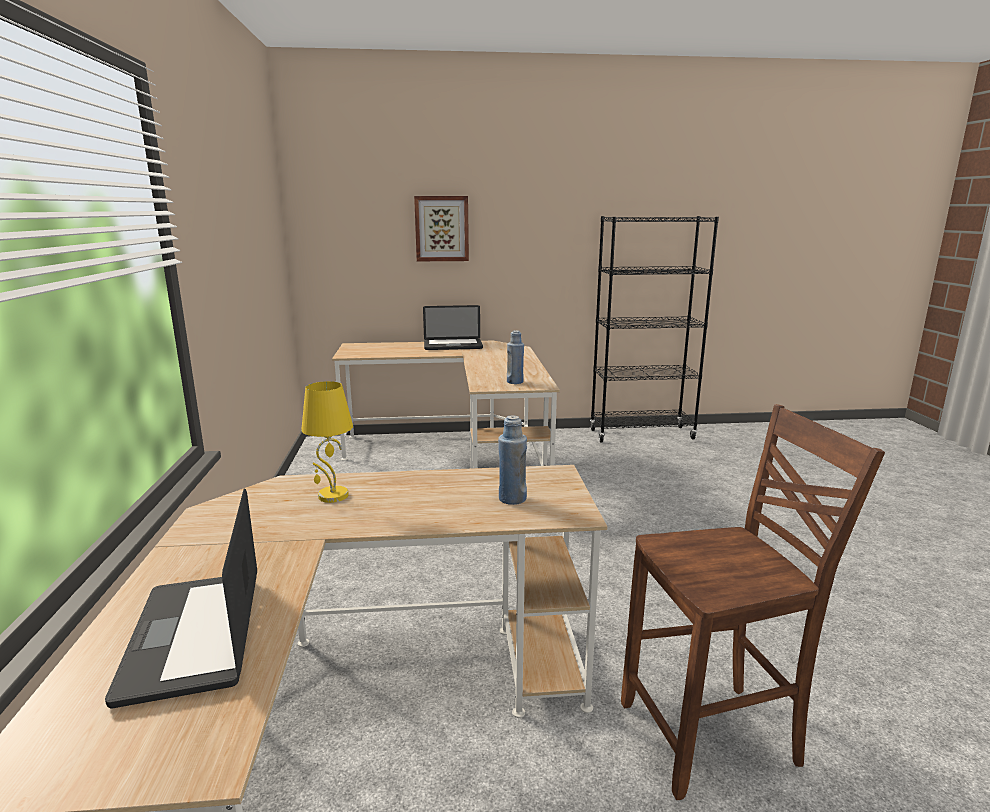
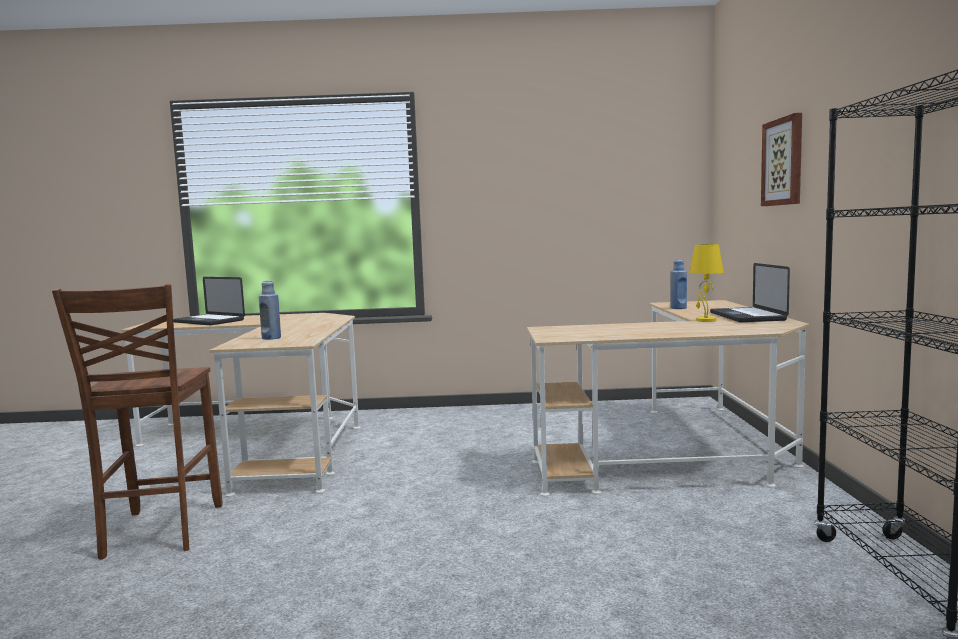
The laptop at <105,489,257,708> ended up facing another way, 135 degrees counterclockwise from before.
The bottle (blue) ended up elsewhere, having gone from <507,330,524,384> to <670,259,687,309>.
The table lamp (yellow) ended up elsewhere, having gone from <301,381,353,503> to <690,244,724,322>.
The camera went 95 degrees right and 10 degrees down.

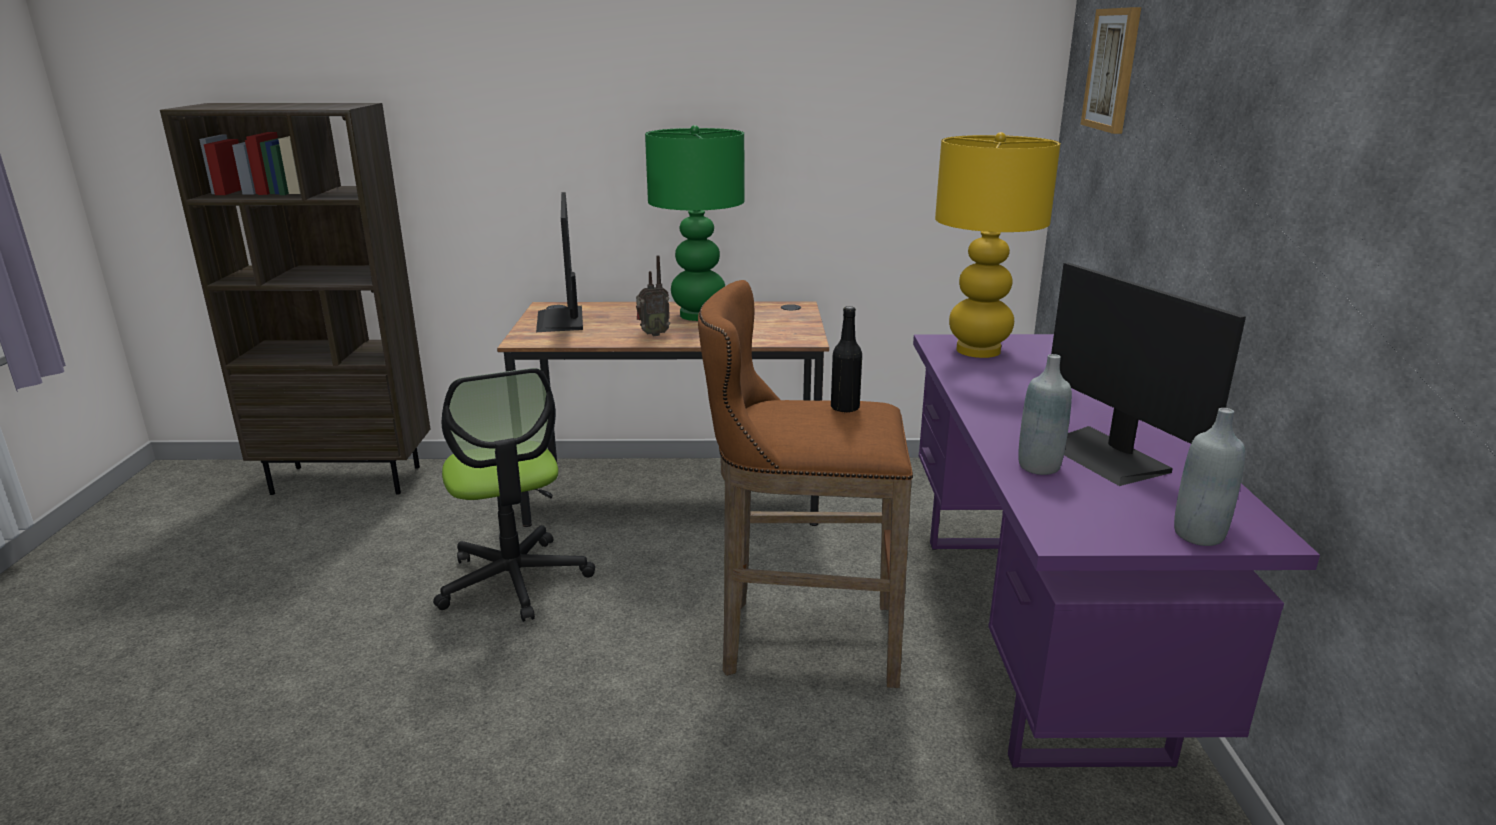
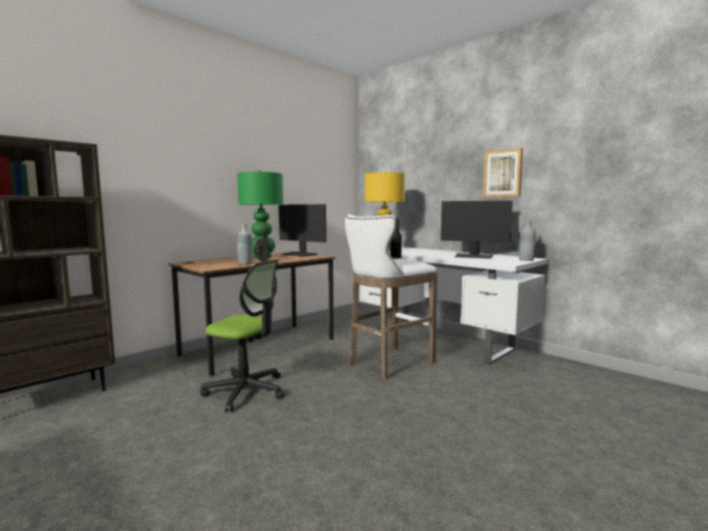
The bottle (grey) ended up elsewhere, having gone from <1018,354,1072,475> to <237,224,253,265>.
The monitor ended up elsewhere, having gone from <536,192,583,332> to <279,204,326,257>.
What was the stool (brown) at <698,280,913,688> turned into the stool (white) at <345,214,437,380>.
What was the desk (purple) at <913,334,1320,769> turned into the desk (white) at <359,247,548,365>.
The picture ended up elsewhere, having gone from <1081,7,1141,134> to <483,148,523,197>.
The camera went 45 degrees left and 15 degrees down.

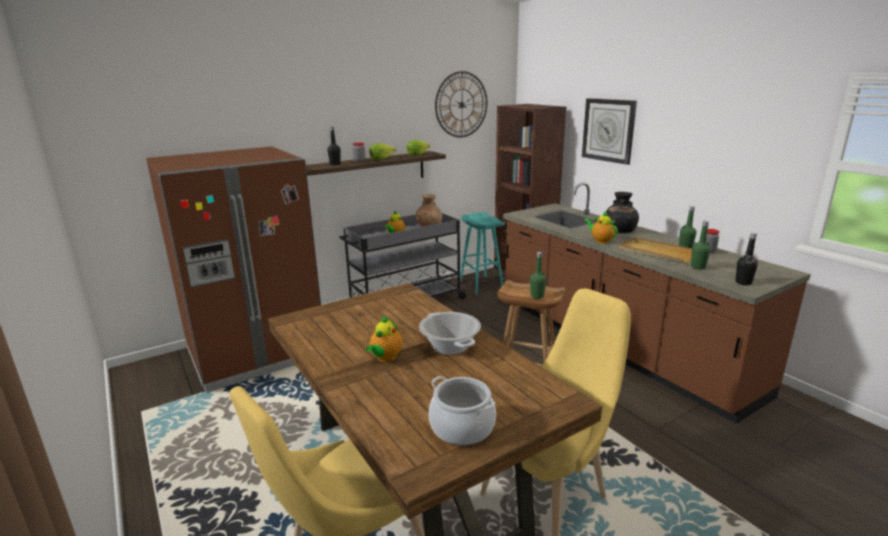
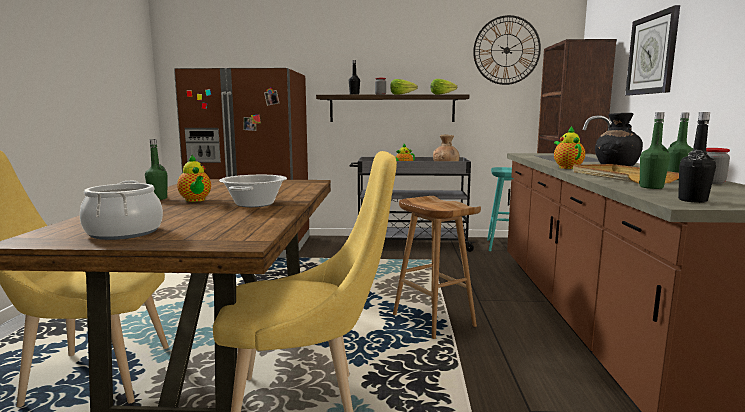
The bottle (green) ended up elsewhere, having gone from <530,252,546,299> to <145,139,167,200>.
The teapot at <366,315,402,362> ended up facing another way, 90 degrees counterclockwise from before.
The camera went 35 degrees right and 10 degrees down.

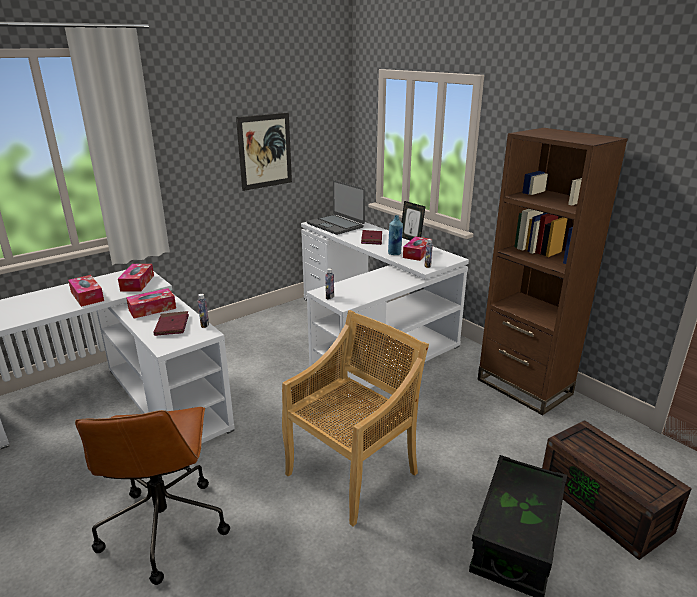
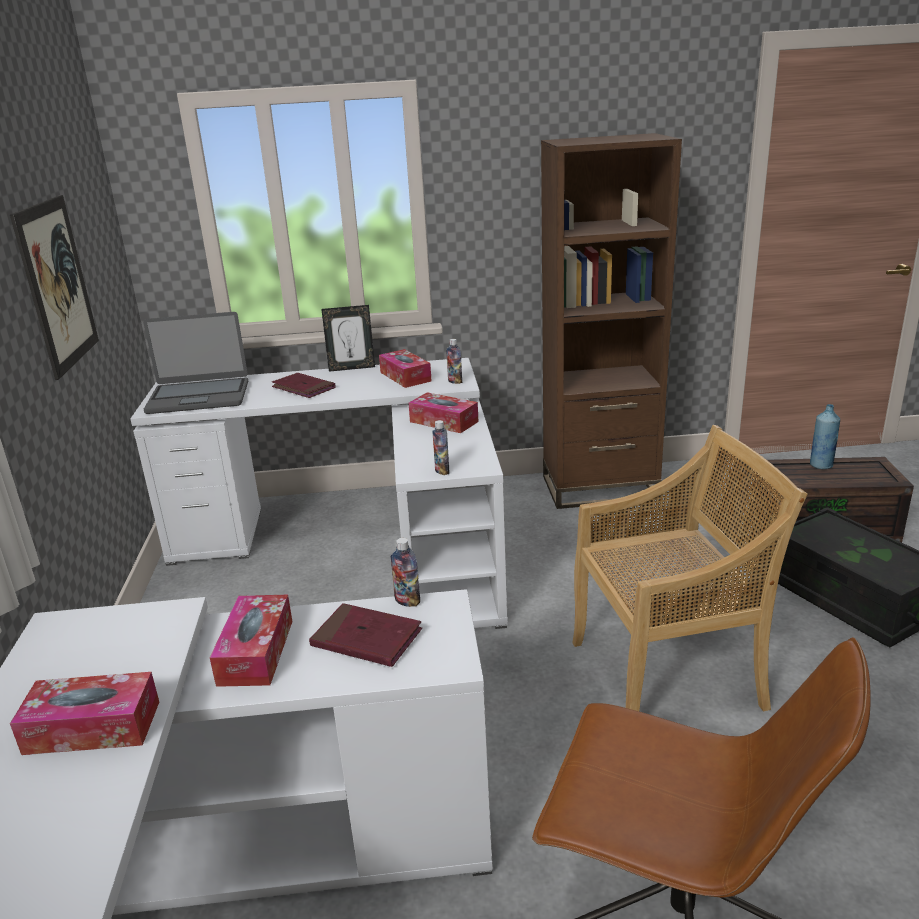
The tissue box ended up elsewhere, having gone from <118,264,154,291> to <408,392,479,433>.
The chair (beige) at <282,310,429,527> ended up facing another way, 90 degrees clockwise from before.
The bottle (blue) ended up elsewhere, having gone from <388,215,403,255> to <810,404,840,469>.
The camera went 55 degrees left and 0 degrees up.

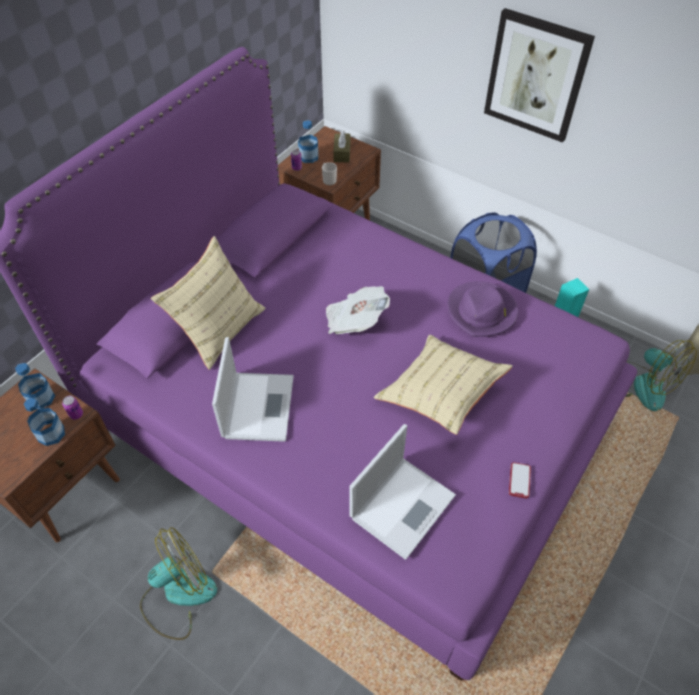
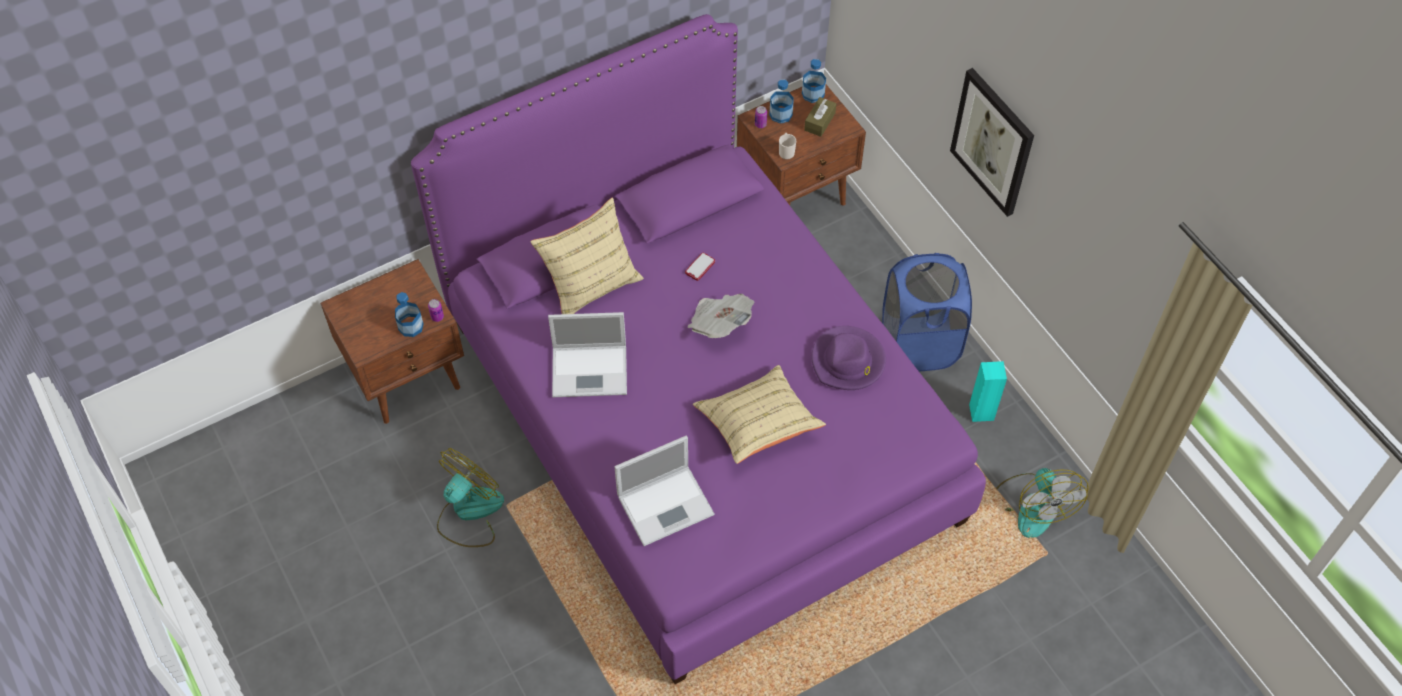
The fan at <140,527,217,640> ended up facing another way, 45 degrees counterclockwise from before.
The laptop at <212,337,294,442> ended up facing another way, 60 degrees clockwise from before.
The phone ended up elsewhere, having gone from <509,462,531,499> to <685,253,715,281>.
The bottle ended up elsewhere, having gone from <15,363,55,409> to <802,59,826,103>.
The camera went 25 degrees right and 5 degrees up.

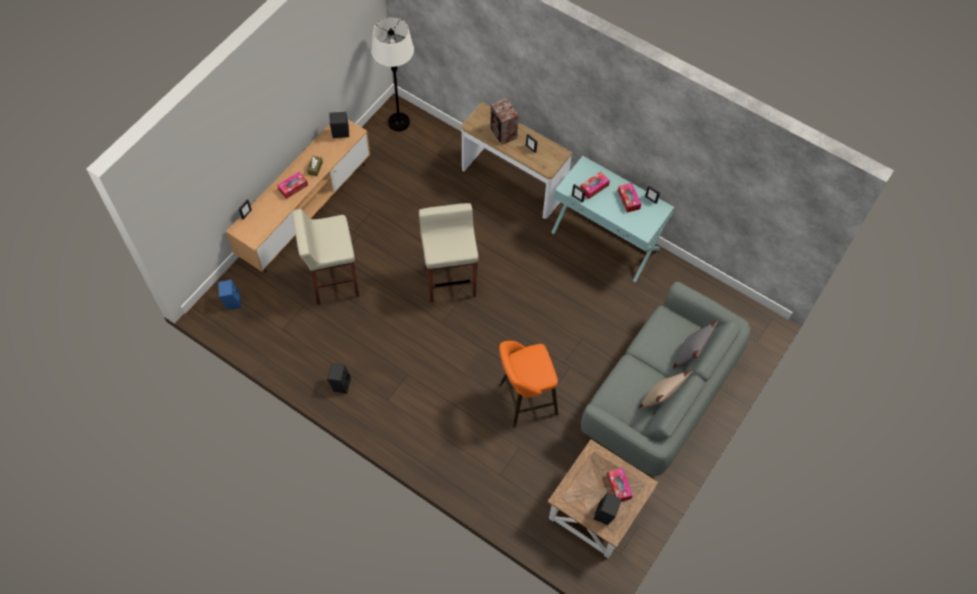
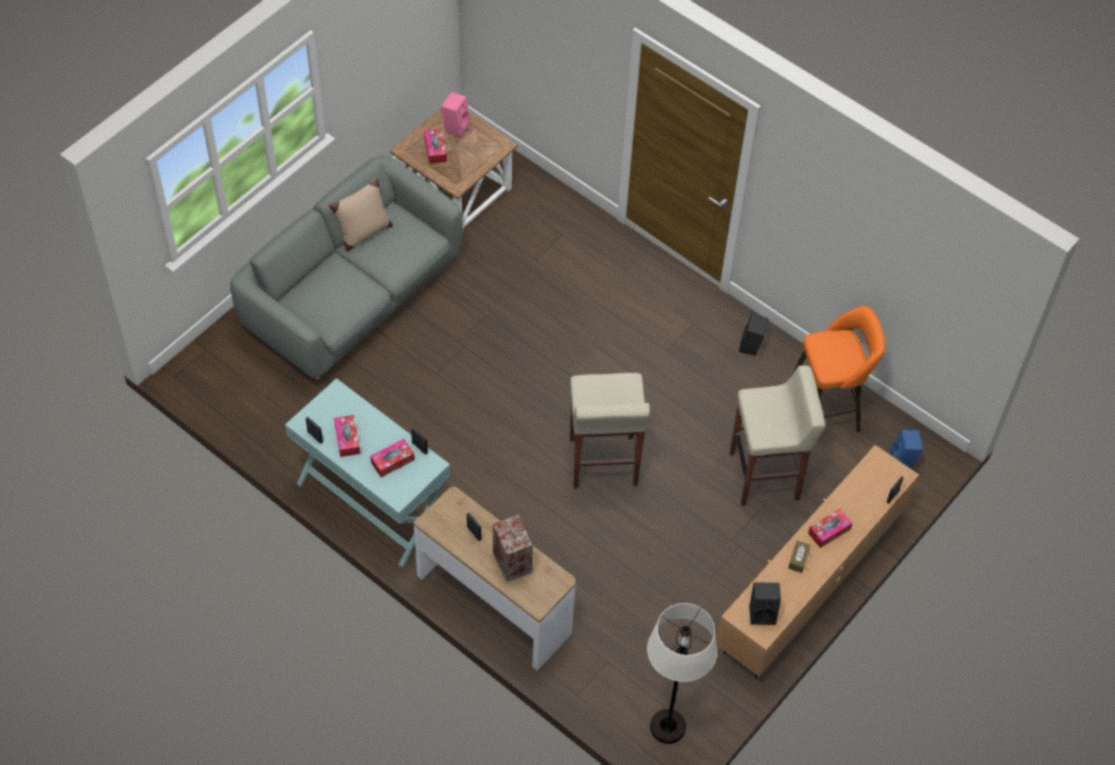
What was the speaker (black) at <594,493,622,525> turned into the speaker (pink) at <441,92,471,138>.
The stool (orange) ended up elsewhere, having gone from <499,341,559,428> to <790,306,885,432>.
The second view lost the pillow (grey) at <673,320,718,369>.
The camera went 175 degrees left and 5 degrees down.

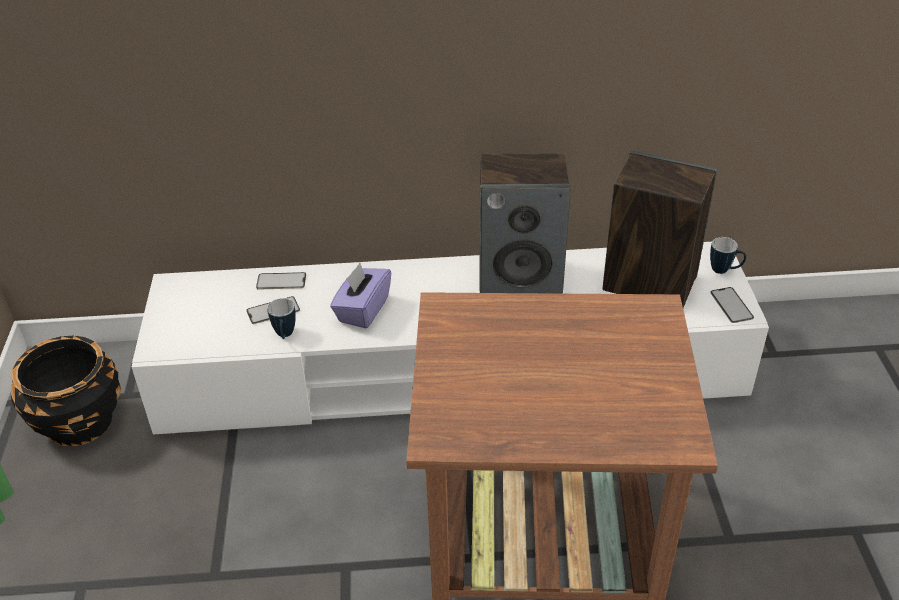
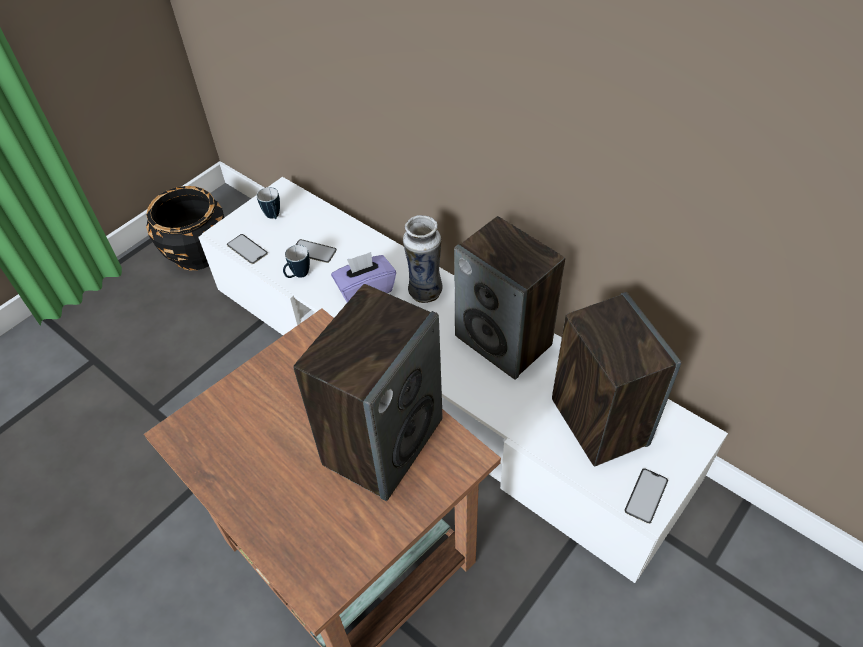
The phone ended up elsewhere, having gone from <256,272,306,290> to <227,234,268,264>.
The mug ended up elsewhere, having gone from <710,237,746,274> to <257,187,280,219>.
The second view gained the speaker at <293,284,442,501>.
The second view gained the vase at <403,215,443,303>.
The camera went 45 degrees right and 10 degrees up.

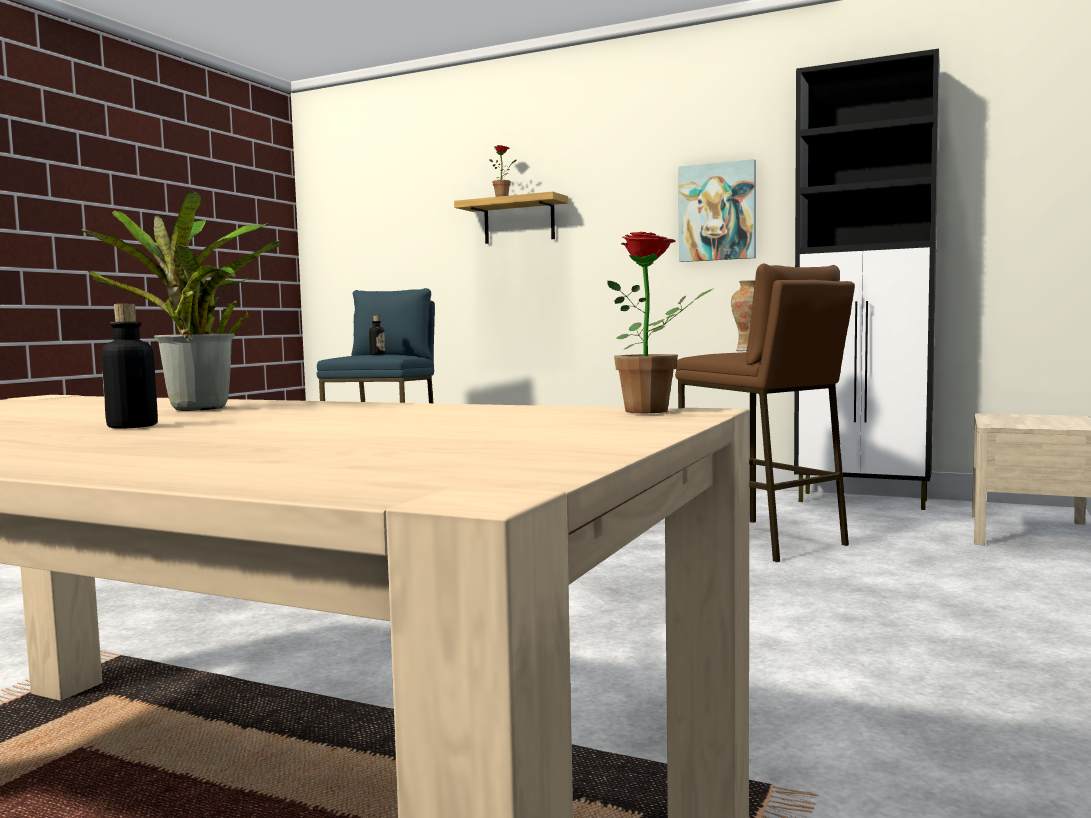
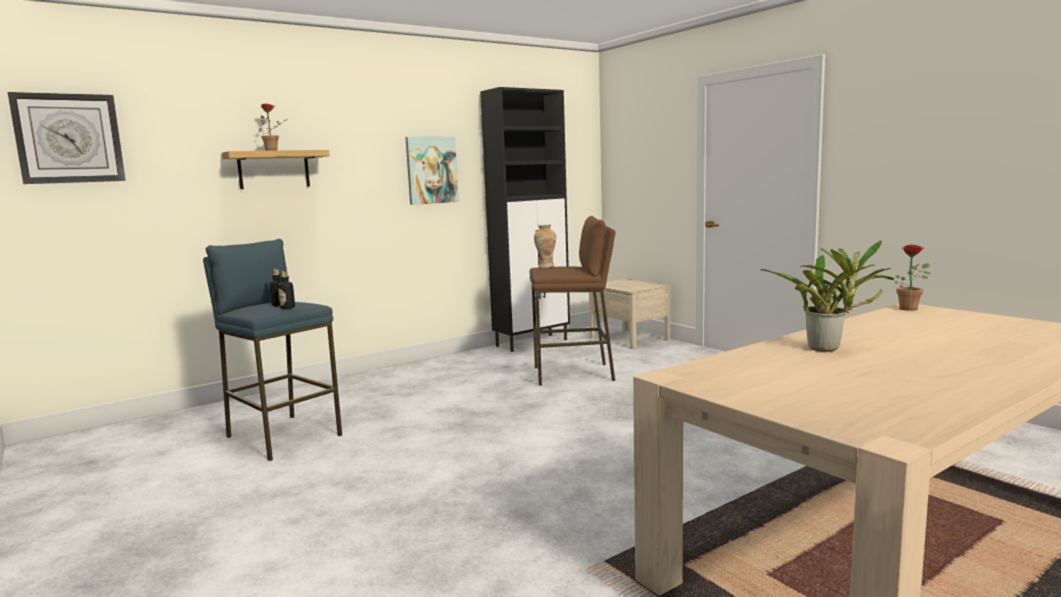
The second view gained the wall clock at <8,92,126,184>.
The bottle ended up elsewhere, having gone from <101,304,158,429> to <278,271,295,309>.
The camera went 60 degrees left and 5 degrees up.

